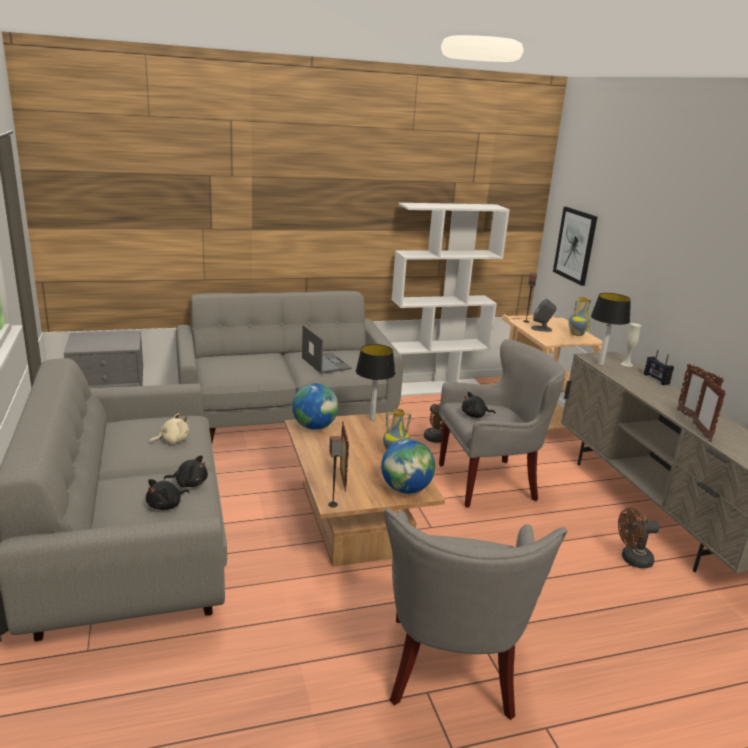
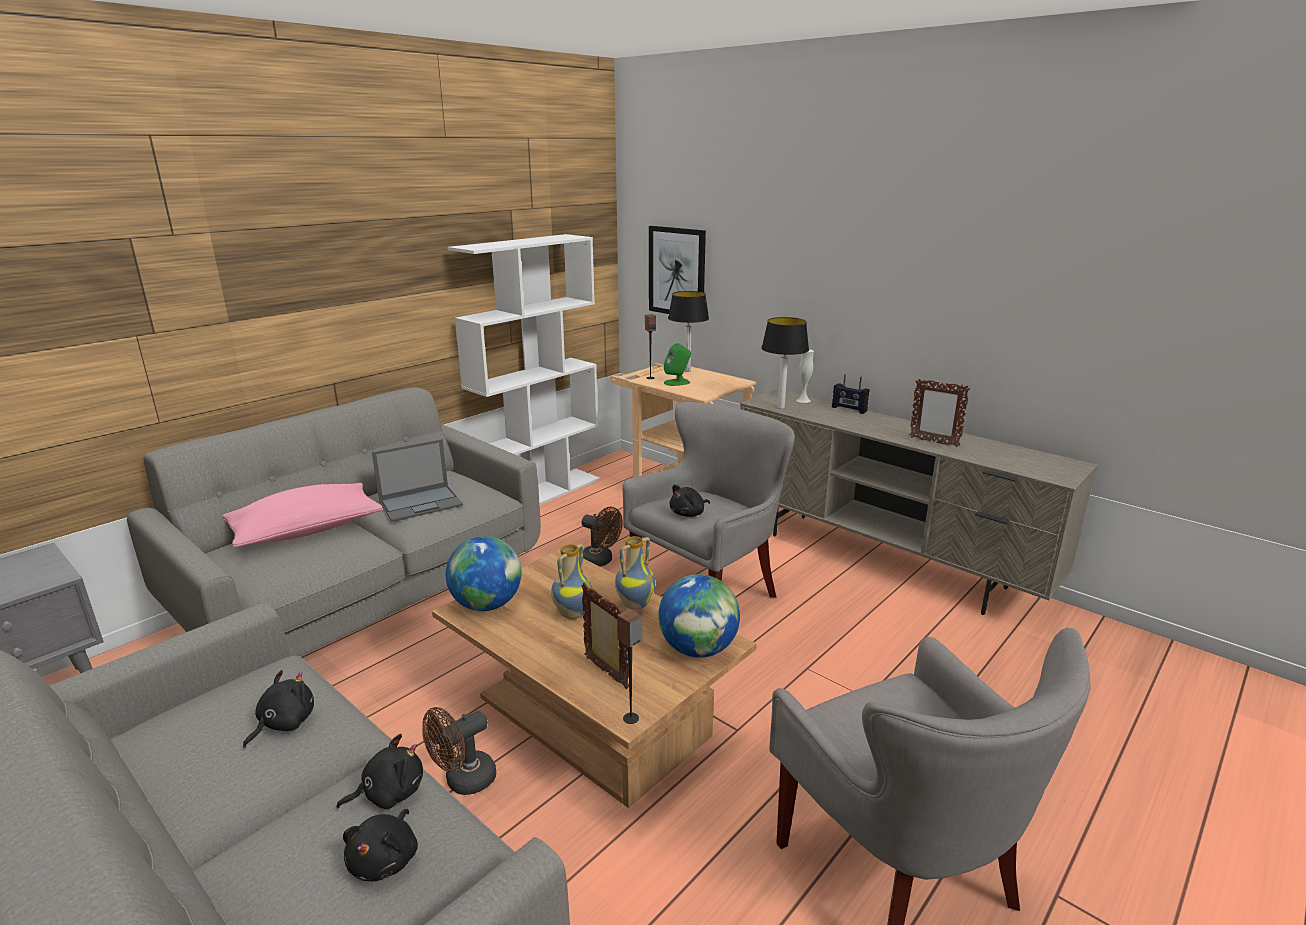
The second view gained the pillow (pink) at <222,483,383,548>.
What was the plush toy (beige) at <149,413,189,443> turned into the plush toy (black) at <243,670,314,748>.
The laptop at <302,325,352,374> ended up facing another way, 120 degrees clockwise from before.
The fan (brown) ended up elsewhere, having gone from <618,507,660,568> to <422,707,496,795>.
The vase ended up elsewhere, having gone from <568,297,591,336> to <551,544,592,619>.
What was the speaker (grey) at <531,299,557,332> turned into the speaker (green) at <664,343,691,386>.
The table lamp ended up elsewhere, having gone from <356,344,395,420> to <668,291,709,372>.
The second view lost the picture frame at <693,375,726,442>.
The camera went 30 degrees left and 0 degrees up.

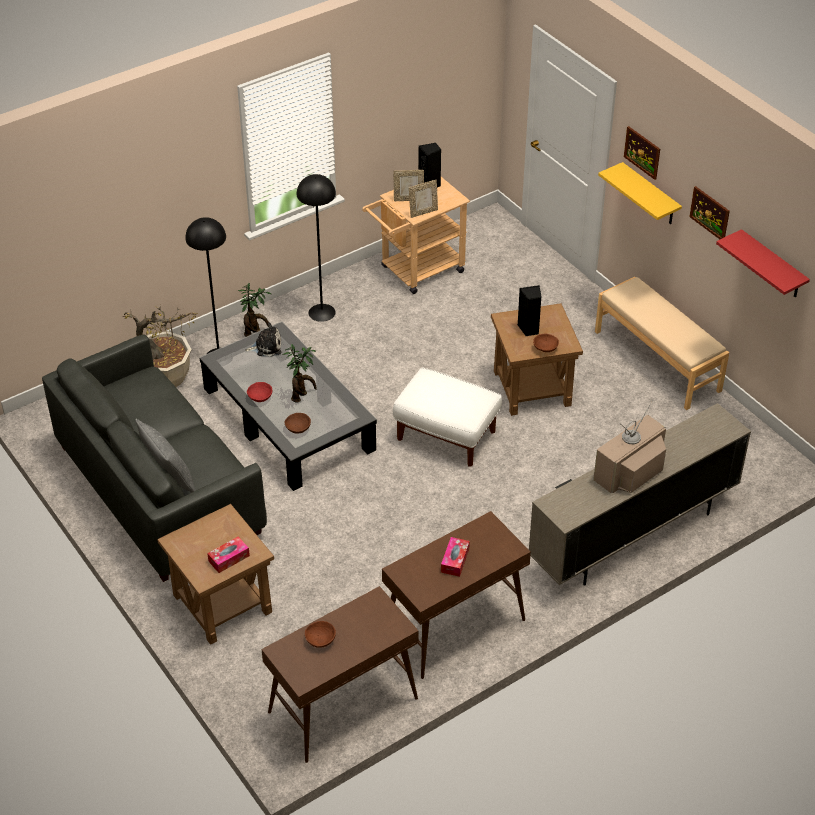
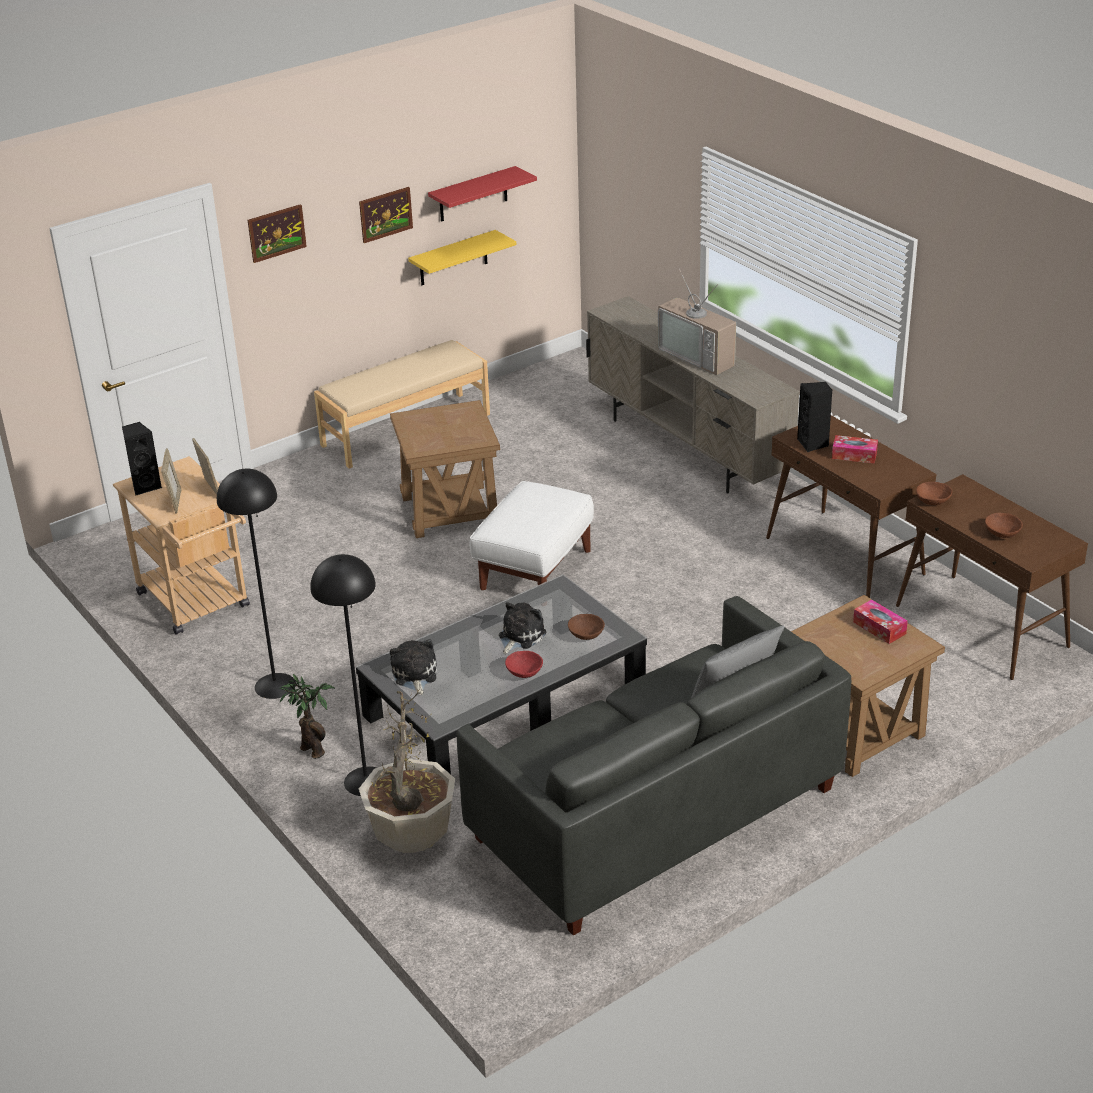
The shelf (yellow) ended up elsewhere, having gone from <598,162,682,224> to <408,230,516,285>.
Where the potted plant stood at <282,344,317,402>, the plush toy came to stand at <499,602,547,654>.
The speaker (black) ended up elsewhere, having gone from <518,285,542,336> to <797,382,833,452>.
The bowl (brown) ended up elsewhere, having gone from <533,334,559,352> to <916,482,952,505>.
The camera went 90 degrees left and 10 degrees down.

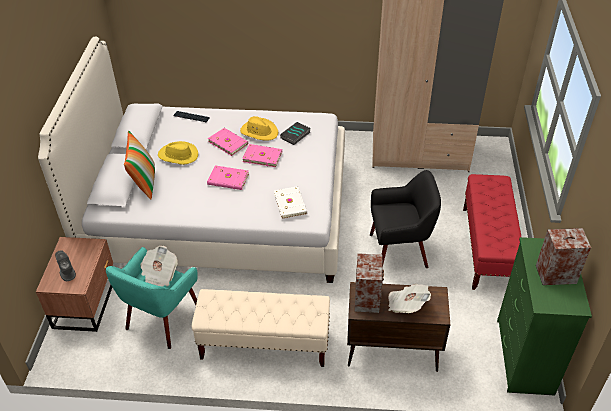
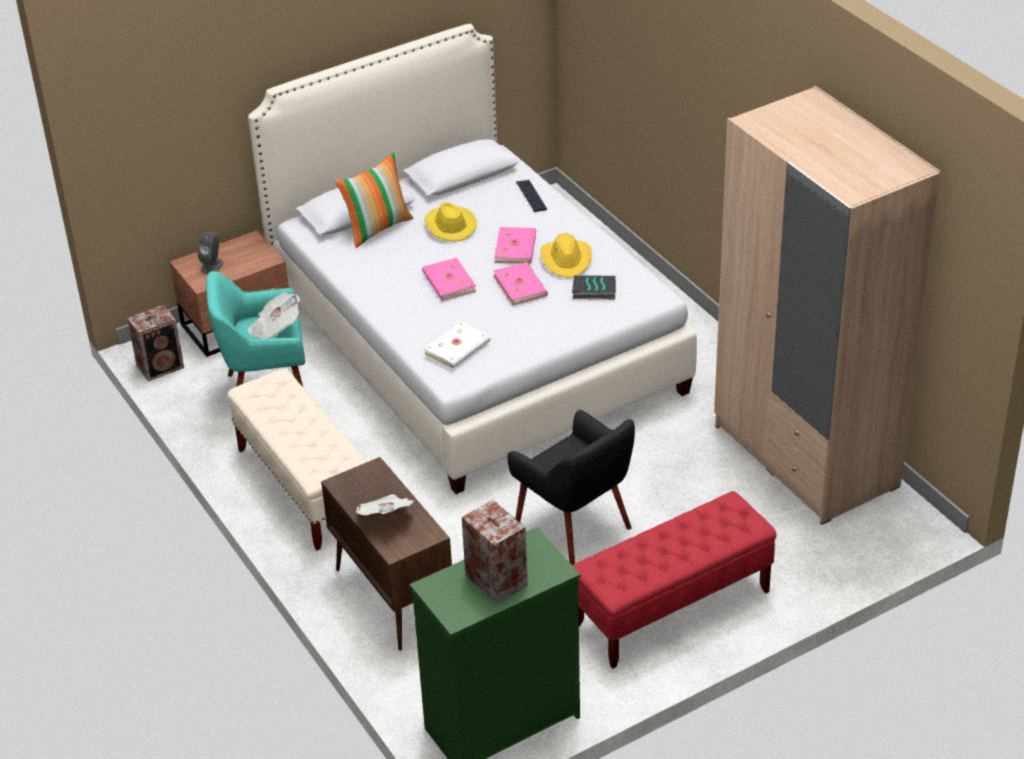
The speaker ended up elsewhere, having gone from <355,253,384,313> to <127,305,184,381>.
The camera went 55 degrees right and 5 degrees down.

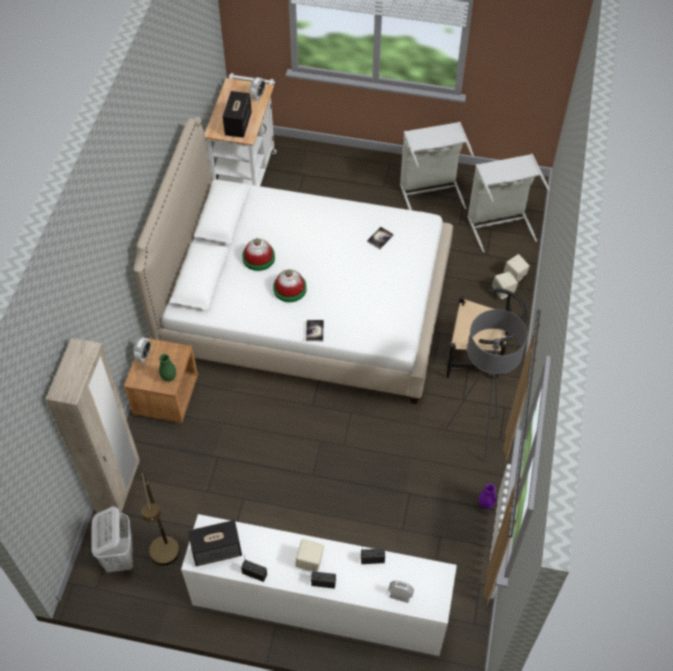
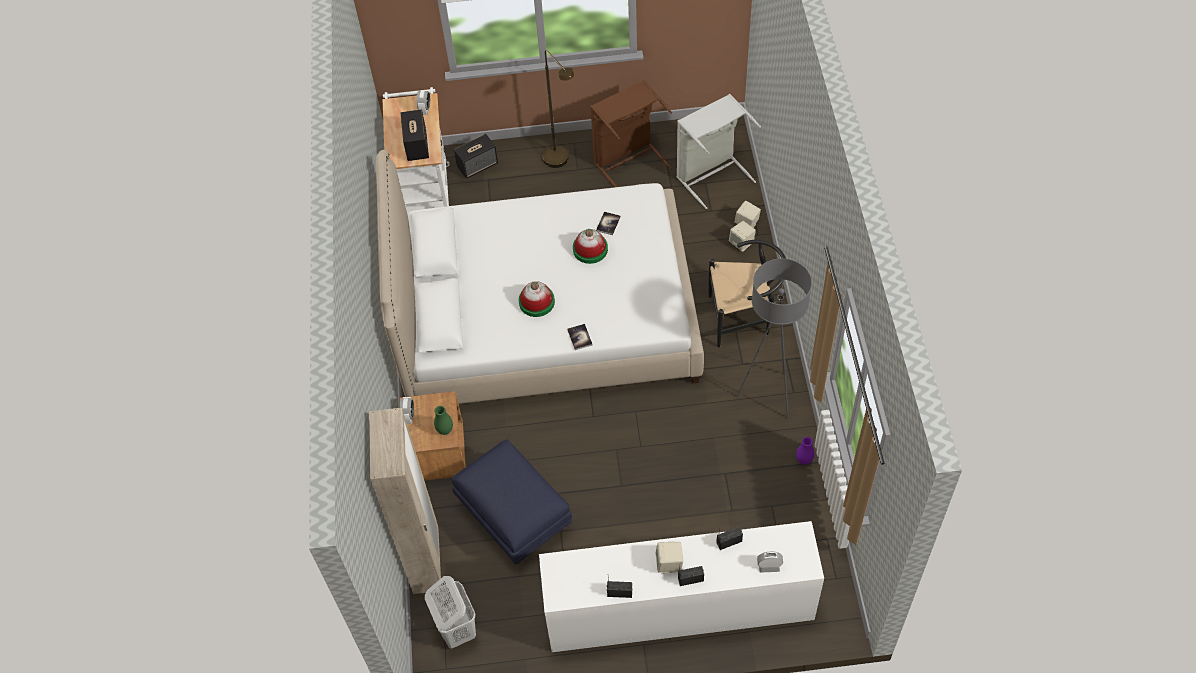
The second view gained the ottoman (blue) at <451,439,572,564>.
The speaker ended up elsewhere, having gone from <188,520,242,566> to <454,134,498,179>.
The floor lamp (brown) ended up elsewhere, having gone from <141,471,180,566> to <543,50,574,168>.
The hat ended up elsewhere, having gone from <242,238,275,271> to <573,229,608,264>.
What was the laundry basket (grey) at <400,122,474,210> turned into the laundry basket (brown) at <590,80,672,187>.
The camera went 15 degrees left and 0 degrees up.

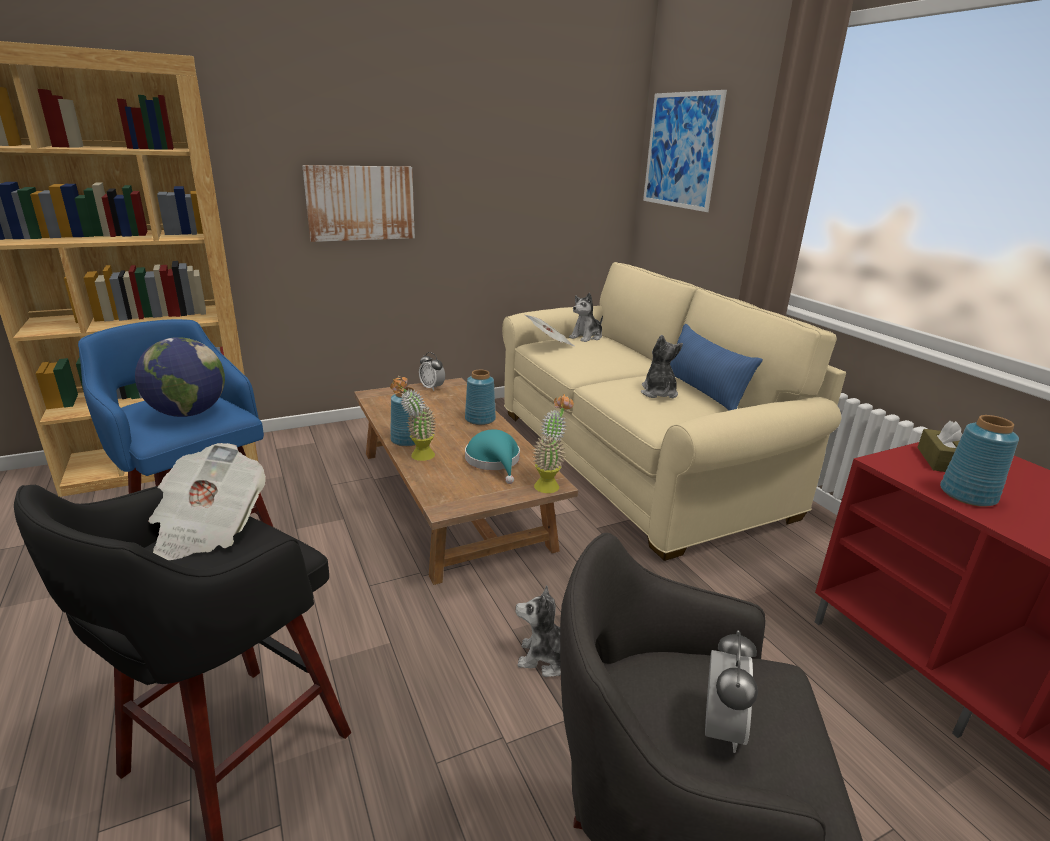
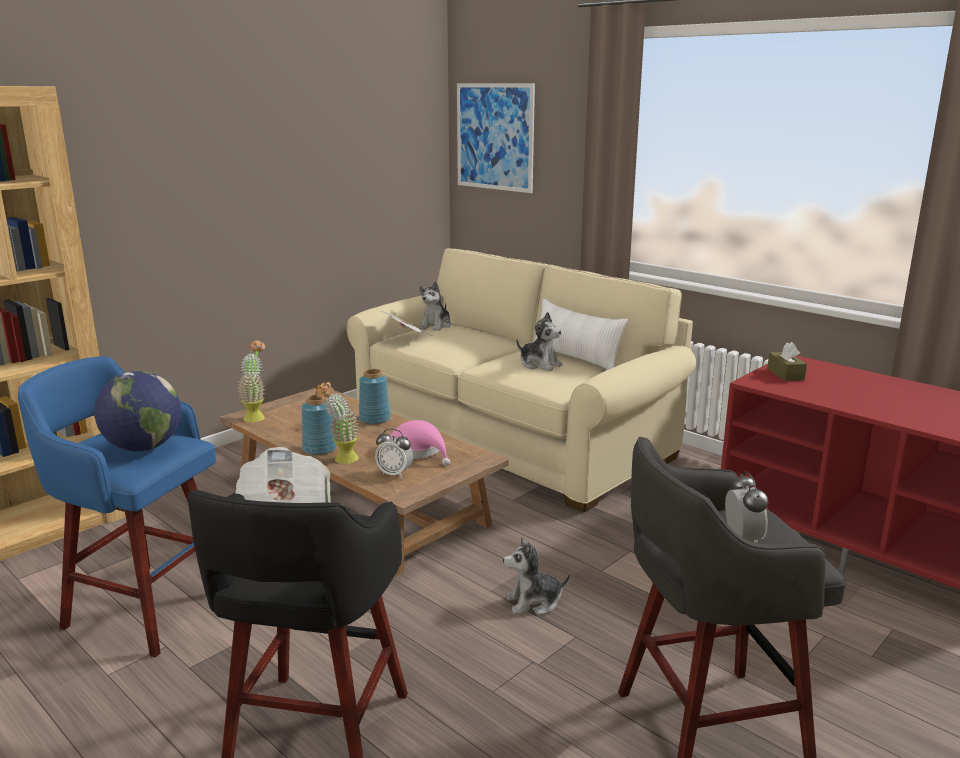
The potted plant ended up elsewhere, having gone from <533,394,574,493> to <237,340,265,422>.
The alarm clock ended up elsewhere, having gone from <419,352,445,391> to <375,429,413,478>.
What was the hat (turquoise) at <465,429,520,484> turned into the hat (pink) at <388,420,450,466>.
The plush toy at <641,335,683,398> ended up facing another way, 150 degrees clockwise from before.
What was the pillow (blue) at <670,324,763,411> turned into the pillow (white) at <533,299,629,370>.
The second view lost the picture at <302,165,415,242>.
The second view lost the vase (blue) at <940,415,1019,507>.
The camera went 20 degrees left and 5 degrees down.

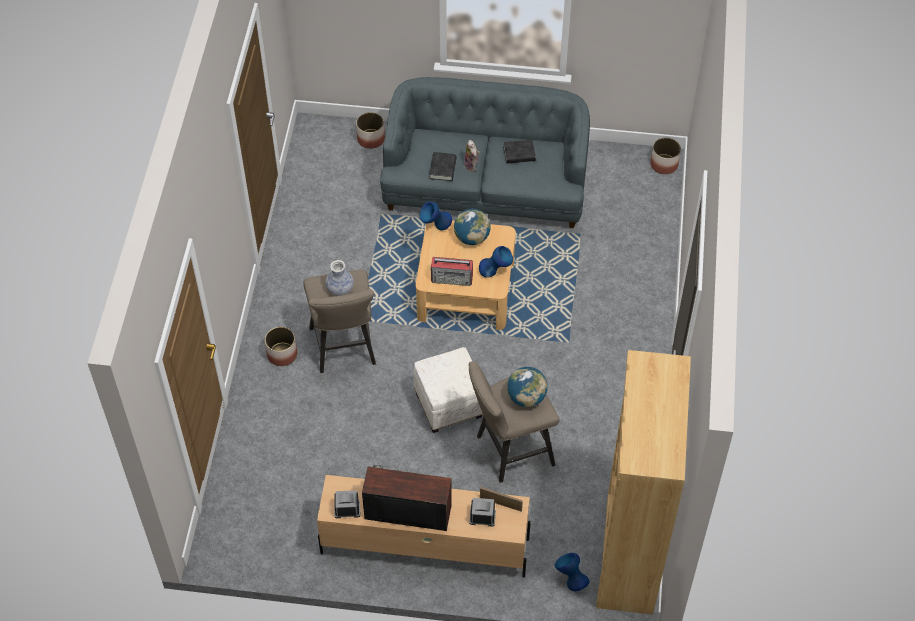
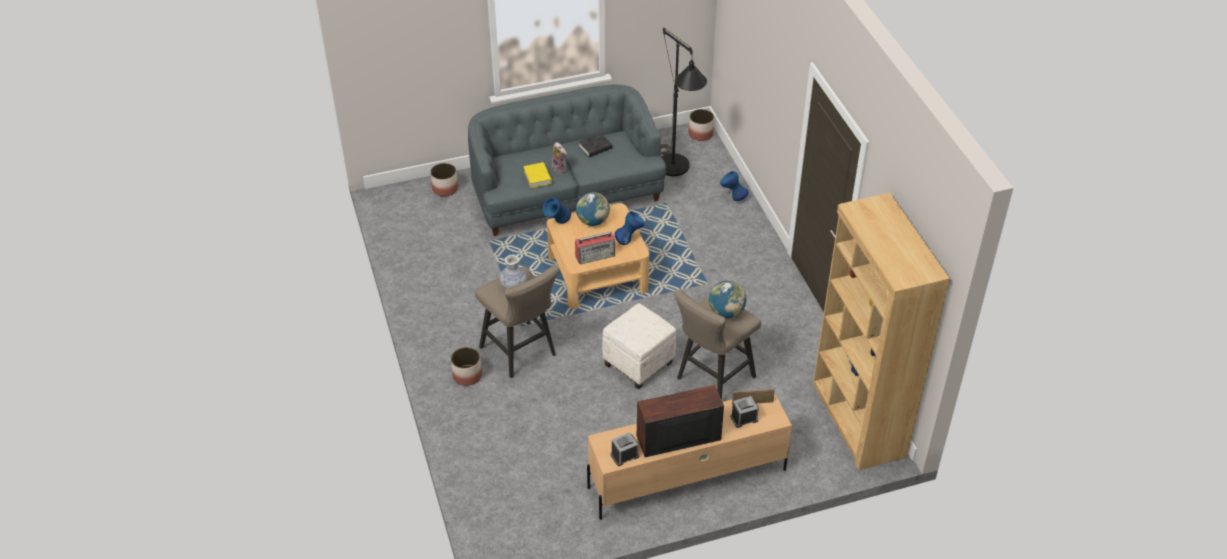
What was the book (black) at <429,152,457,181> turned into the book (yellow) at <523,162,552,188>.
The second view gained the floor lamp (black) at <661,28,707,176>.
The vase (blue) ended up elsewhere, having gone from <554,553,589,591> to <720,171,749,201>.
The camera went 25 degrees left and 10 degrees down.

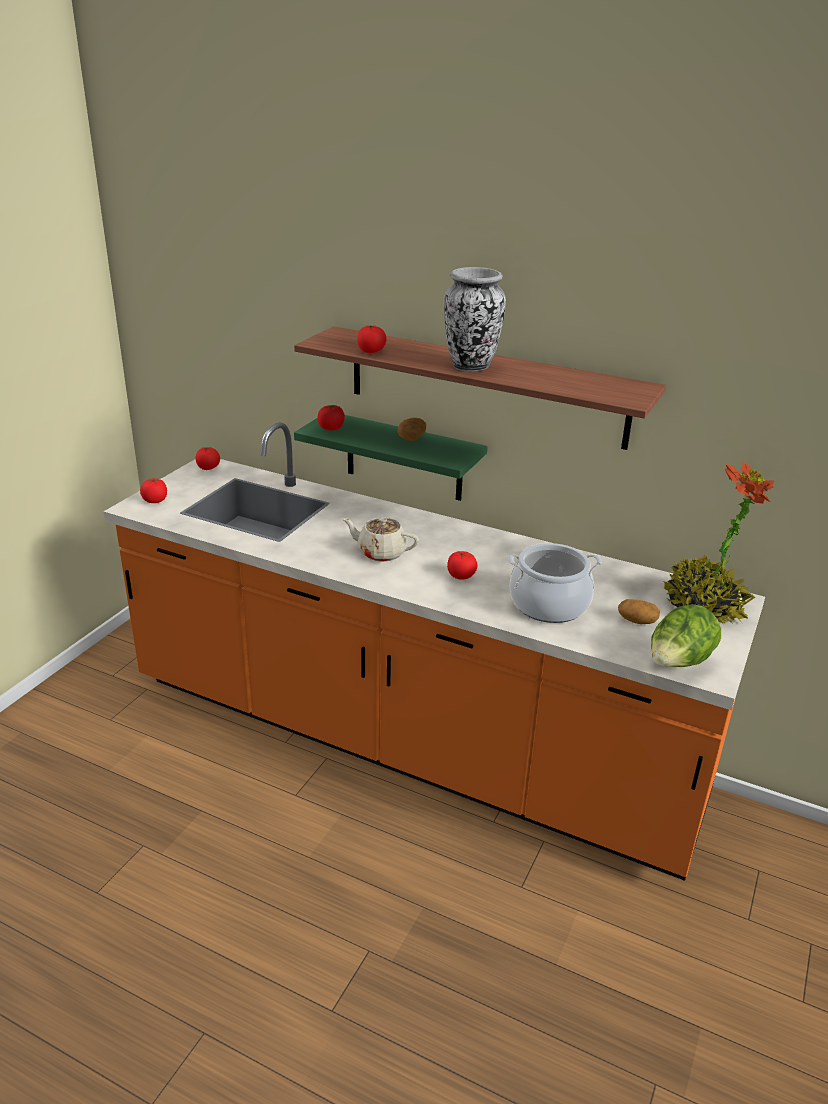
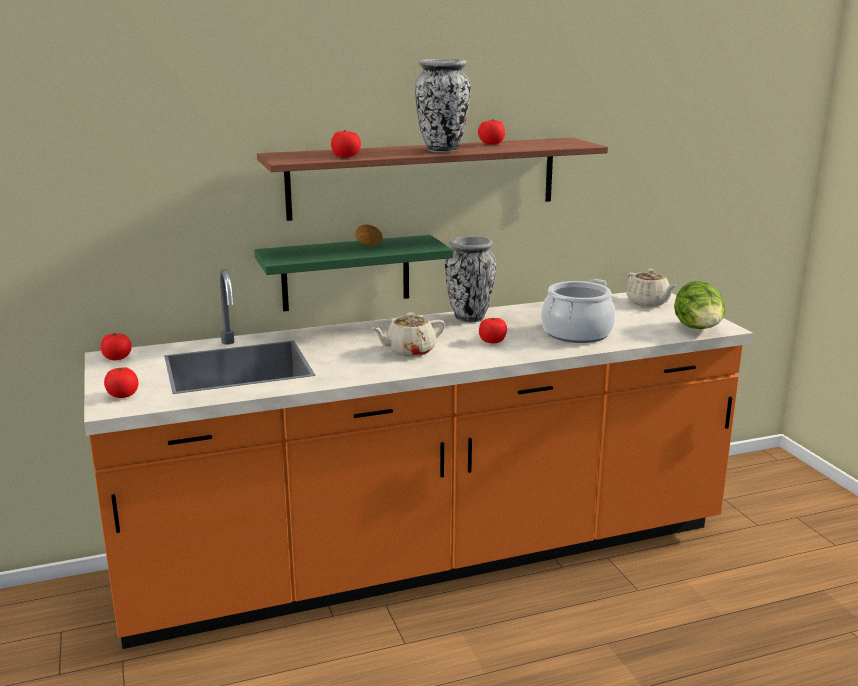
The second view gained the vase at <445,236,496,322>.
The tomato ended up elsewhere, having gone from <317,405,345,430> to <478,119,505,144>.
Where the potted plant stood at <664,462,774,624>, the teapot (beige) came to stand at <626,269,677,306>.
The second view lost the potato at <618,599,660,624>.
The camera went 45 degrees left and 10 degrees down.

